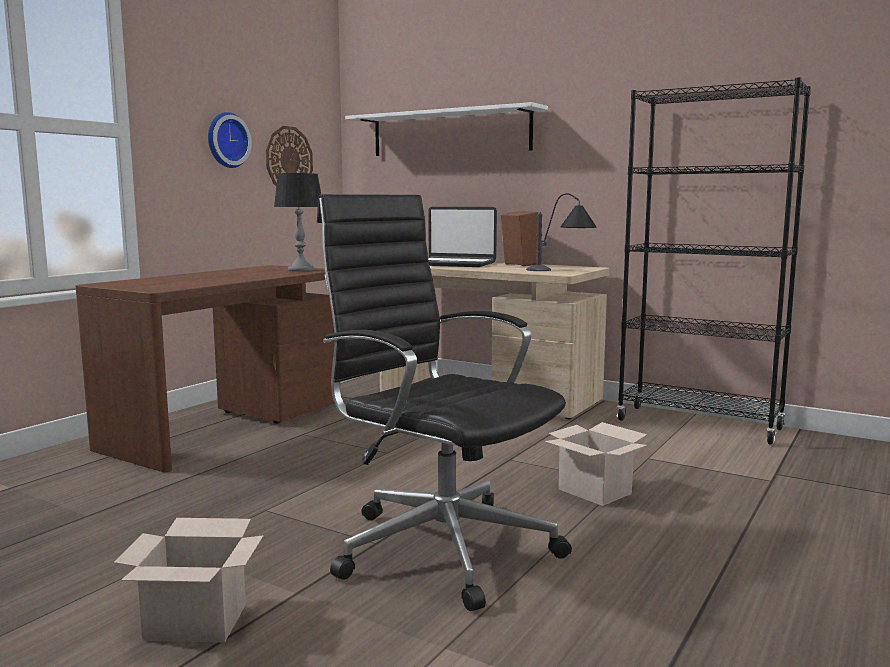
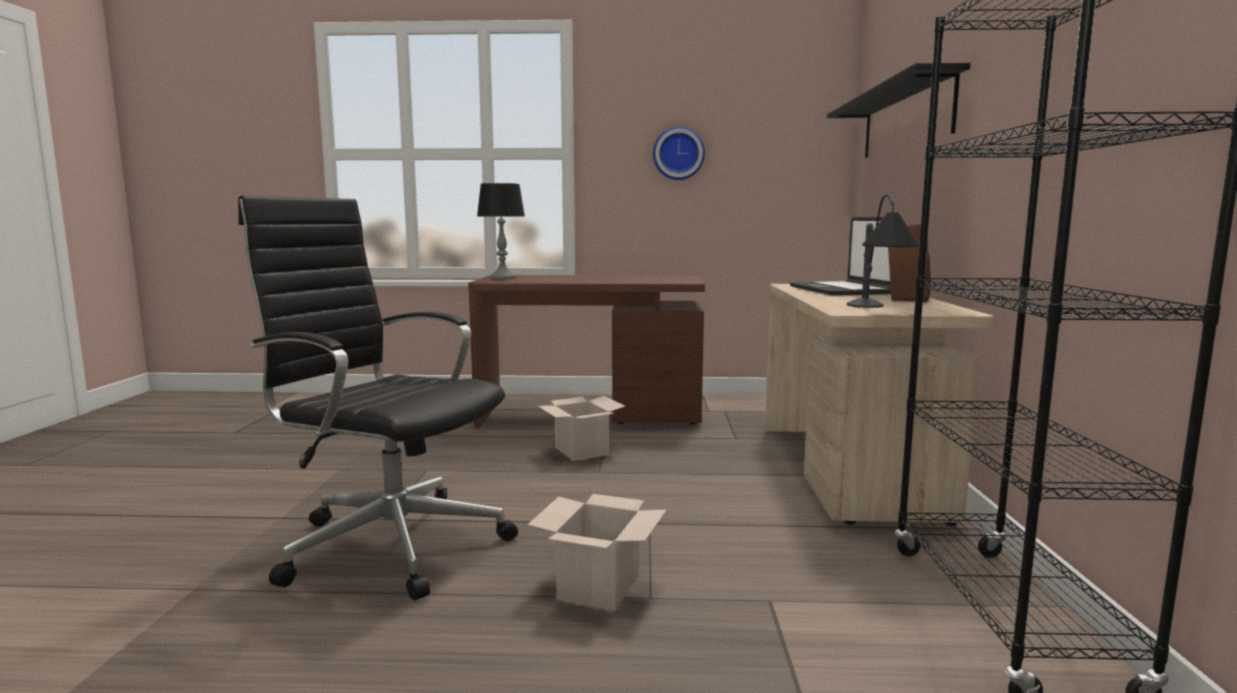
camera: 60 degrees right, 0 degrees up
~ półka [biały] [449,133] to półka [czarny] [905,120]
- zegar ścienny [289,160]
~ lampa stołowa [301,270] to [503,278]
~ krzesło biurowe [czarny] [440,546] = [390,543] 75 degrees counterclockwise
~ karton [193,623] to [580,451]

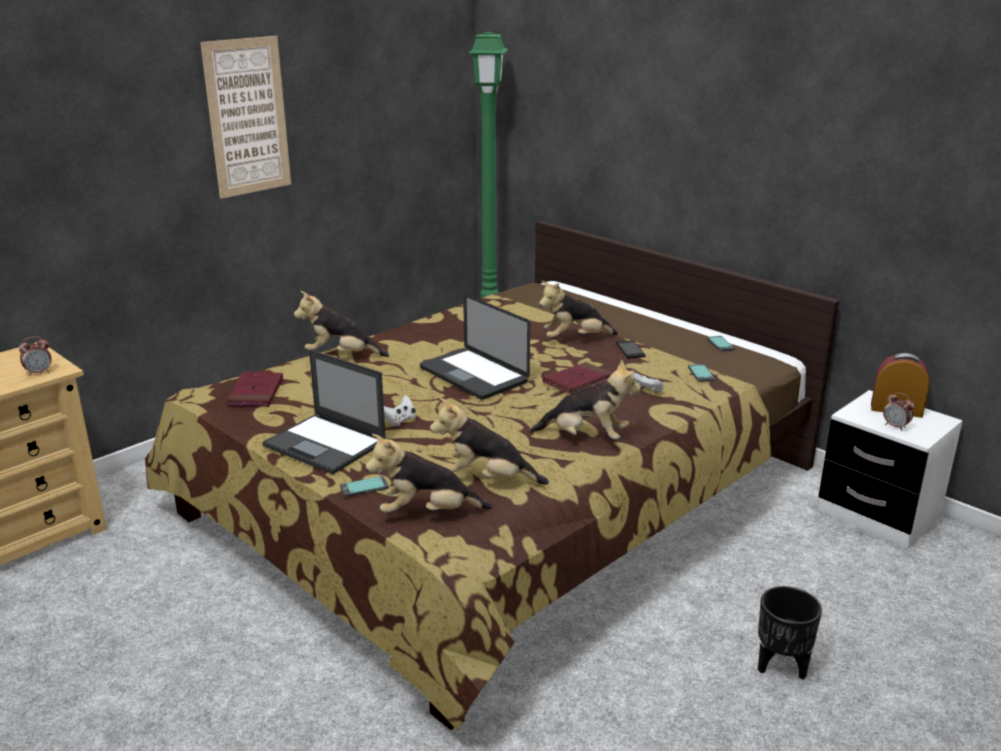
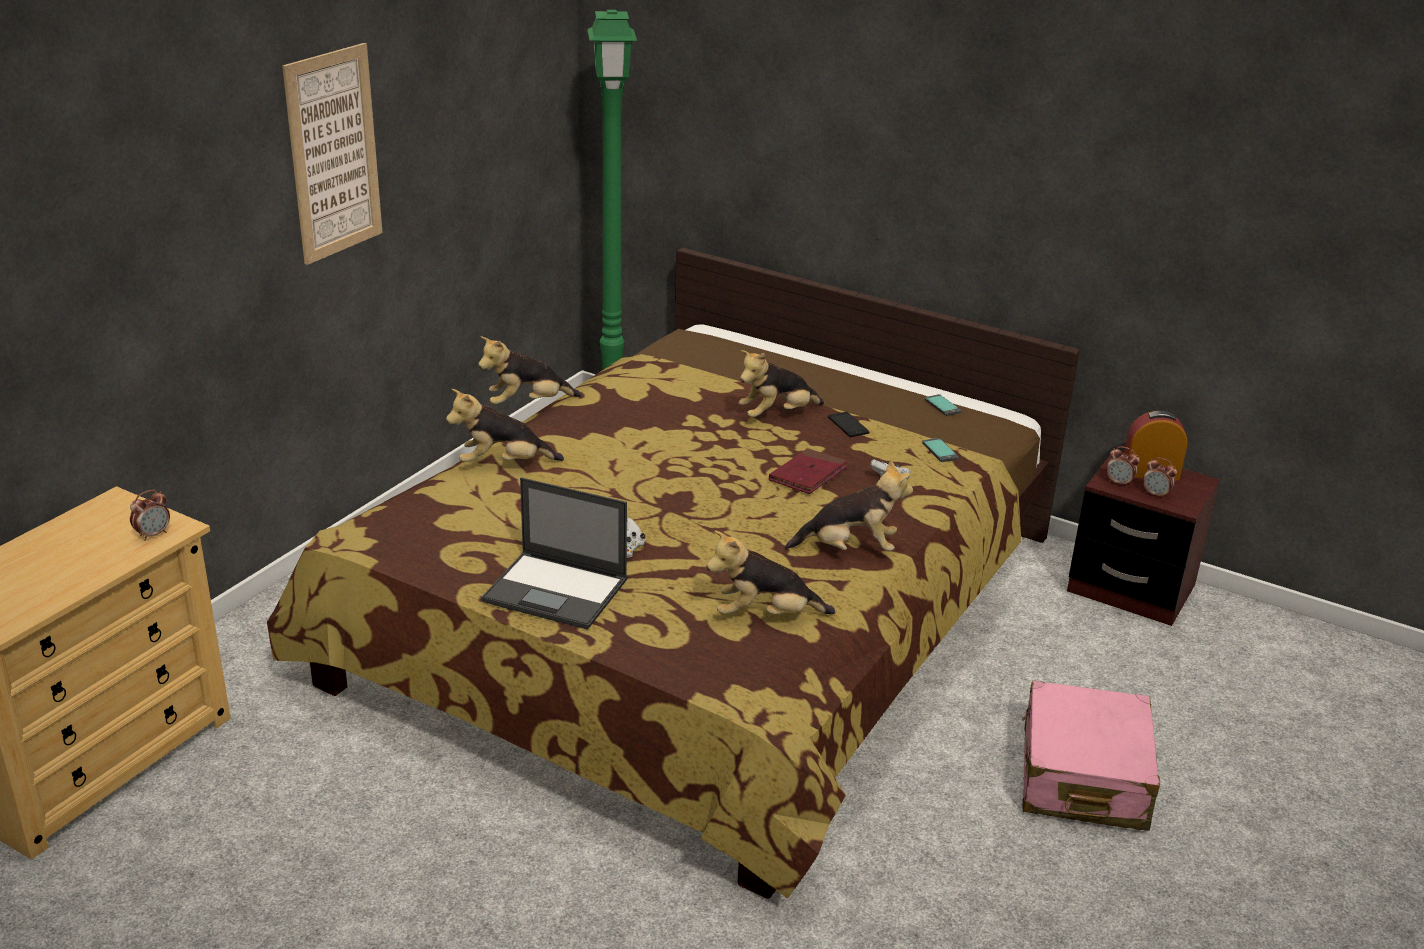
camera: 15 degrees left, 5 degrees up
- laptop [473,375]
- książka [czerwony] [256,392]
~ szafka nocna [biały] [878,514] to szafka nocna [brązowy] [1130,589]
~ pluszak [427,513] to [527,404]
- telefon [364,488]
~ donica [czarny] [782,666] to walizka [różowy] [1082,777]
+ budzik [1119,483]

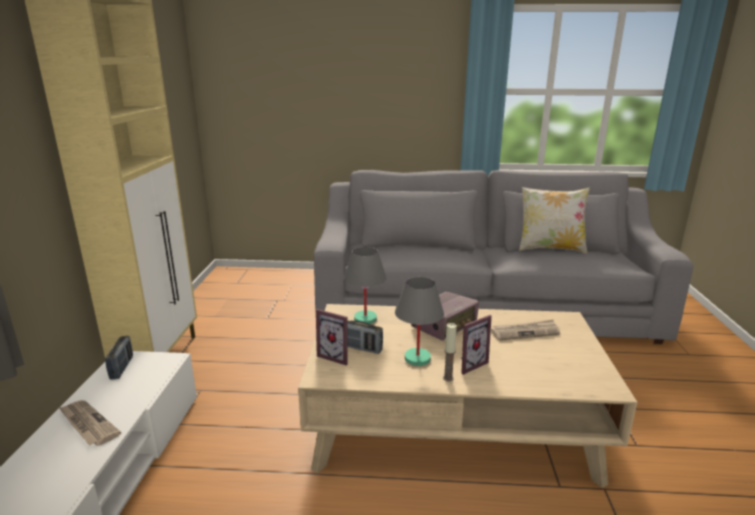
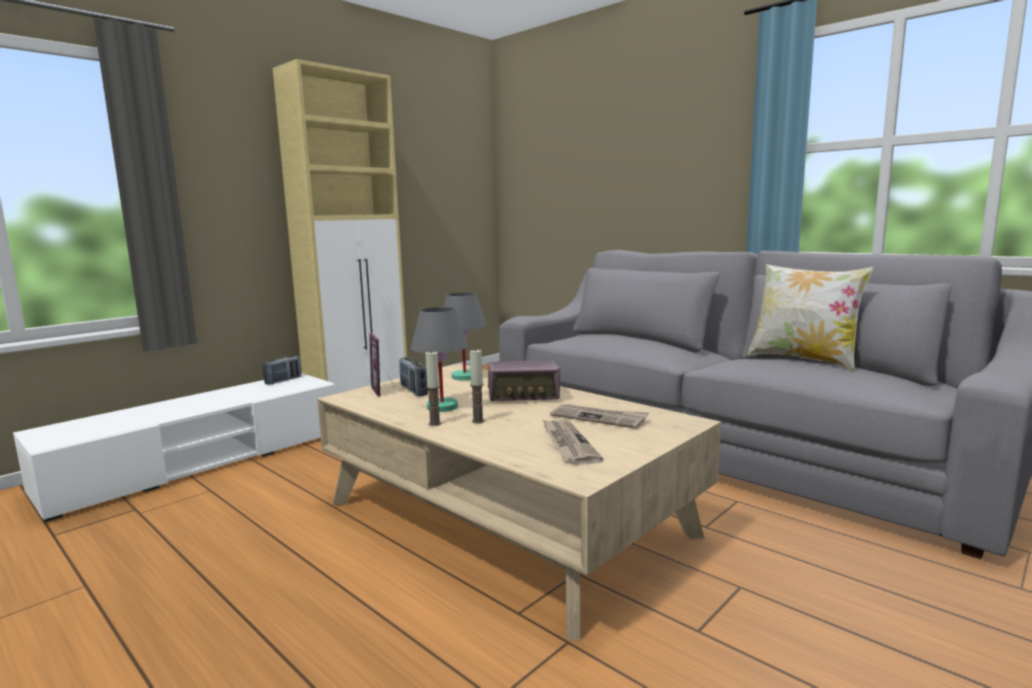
camera: 40 degrees right, 10 degrees down
~ ramka na zdjęcie [468,364] to świeca [478,421]
~ gazeta [88,424] to [568,444]

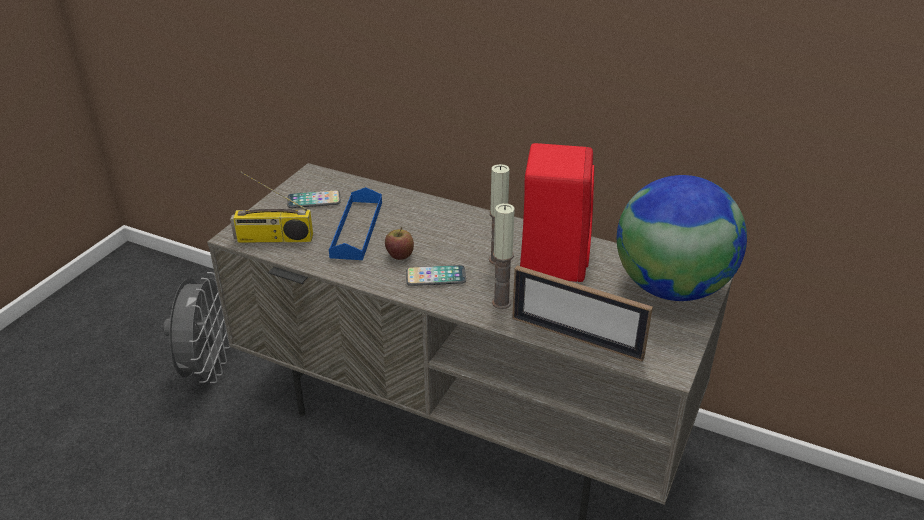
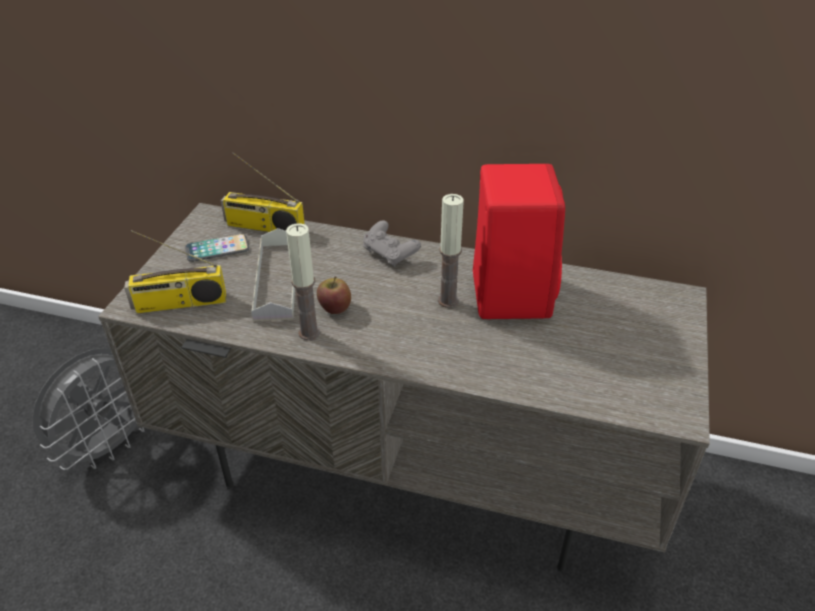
camera: 10 degrees left, 5 degrees up
- globus [671,288]
~ taca [niebieski] [357,229] to taca [szary] [276,280]
~ świeca [501,302] to [309,332]
- telefon [436,277]
- ramka na zdjęcie [576,337]
~ wentylator [szary] [207,368] = [110,445] 45 degrees clockwise
+ radio [263,227]
+ pad do gier [szary] [390,254]

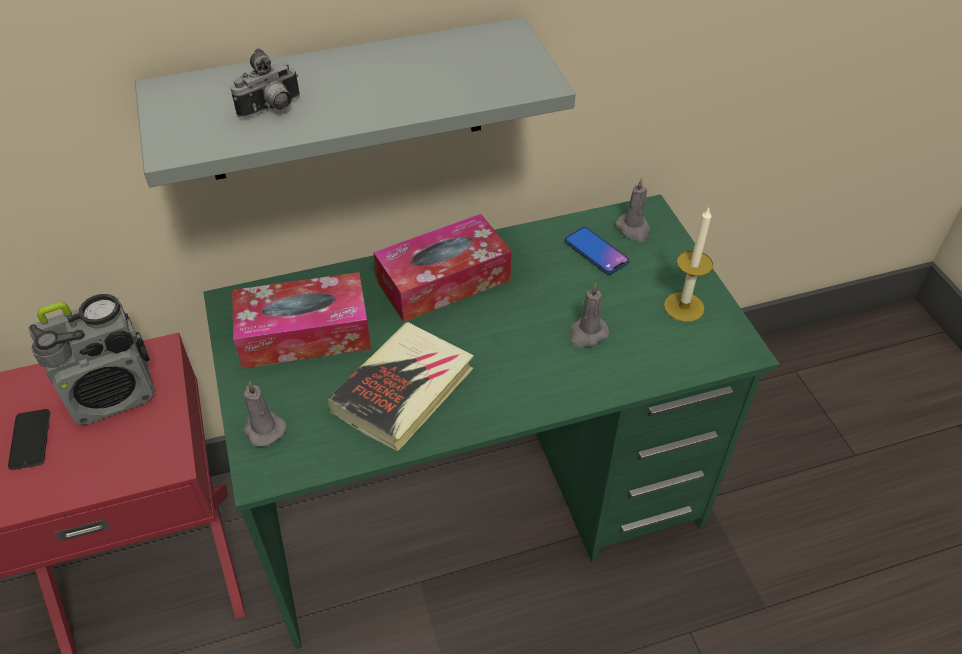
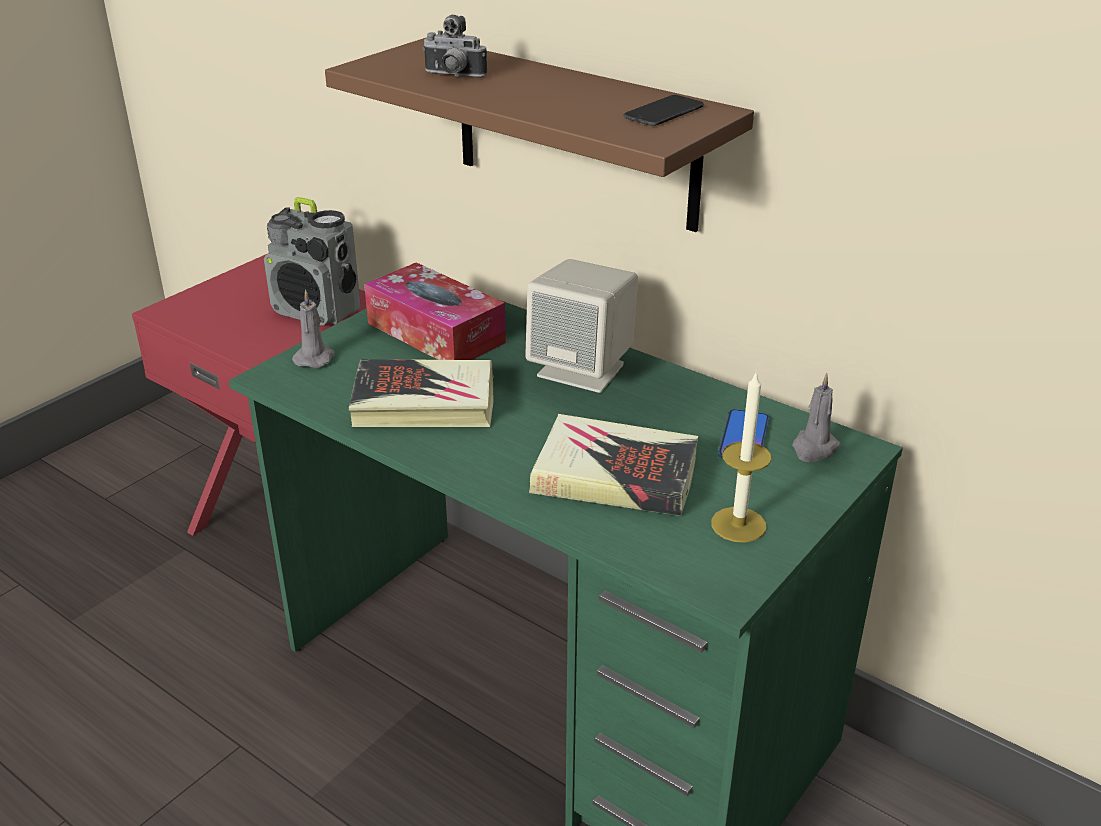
camera: 55 degrees right, 15 degrees down
~ półka [szary] [345,102] to półka [brązowy] [575,134]
~ pudełko chusteczek [443,281] to głośnik [beżowy] [582,370]
~ świeca [szary] [587,334] to książka [615,475]
~ telefon [30,439] to [664,112]

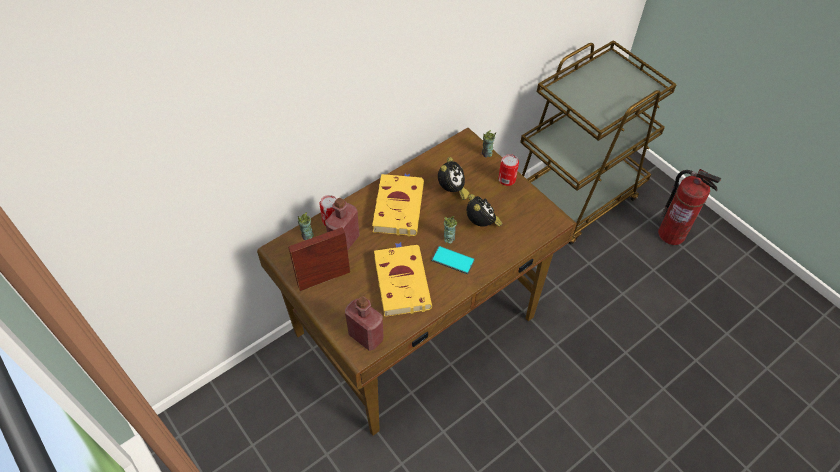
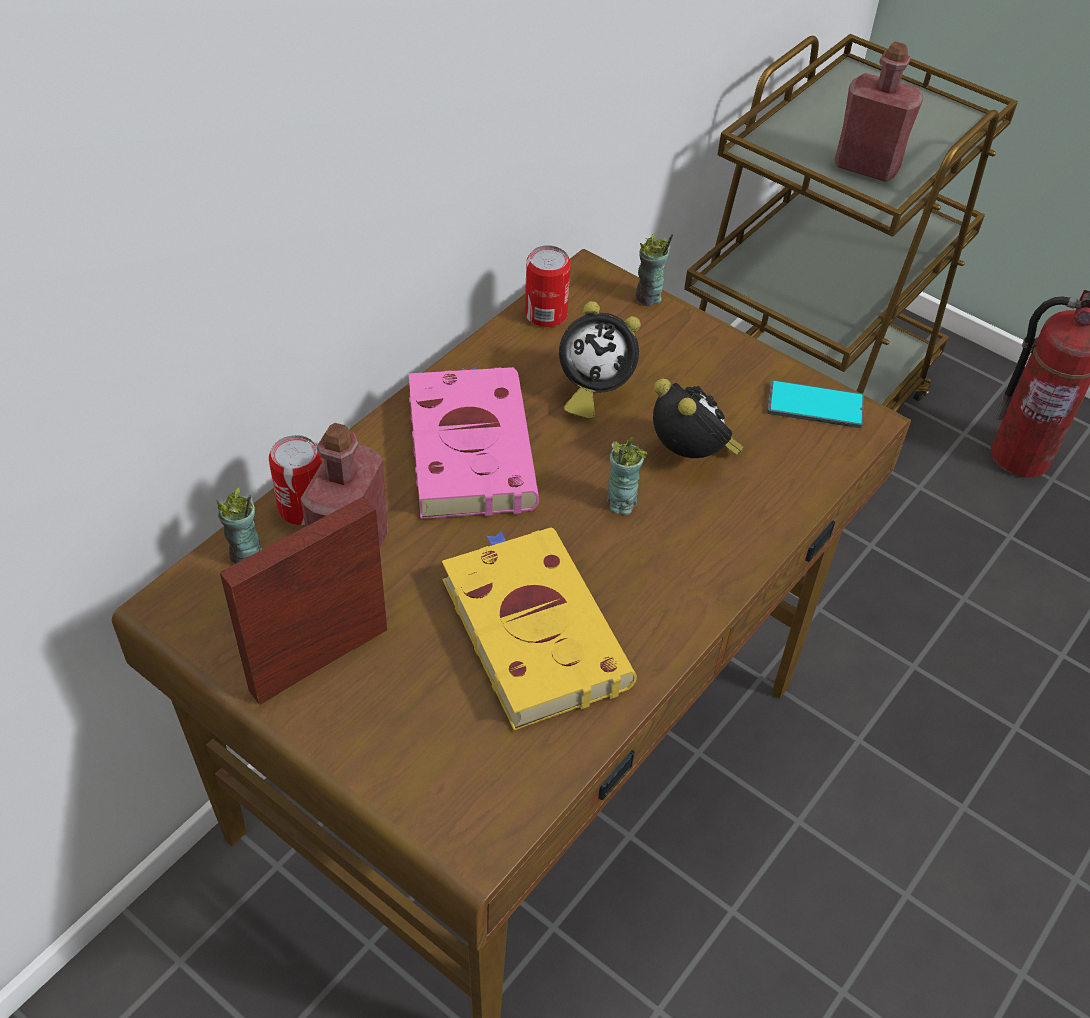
camera: 15 degrees left, 5 degrees down
~ puszka [506,179] to [546,314]
~ budzik [452,190] = [592,391] 90 degrees clockwise
~ książka [żółty] [398,206] to książka [różowy] [469,446]
~ telefon [452,260] to [815,405]
~ butelka [czerwony] [366,336] to [866,167]

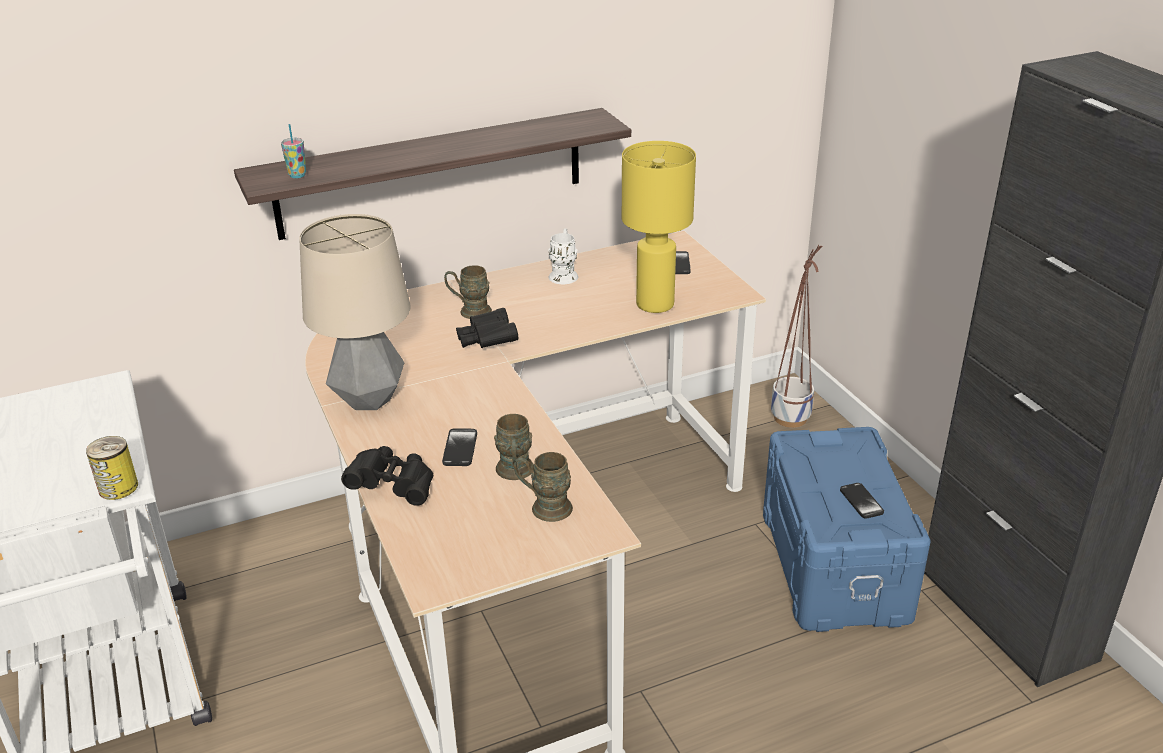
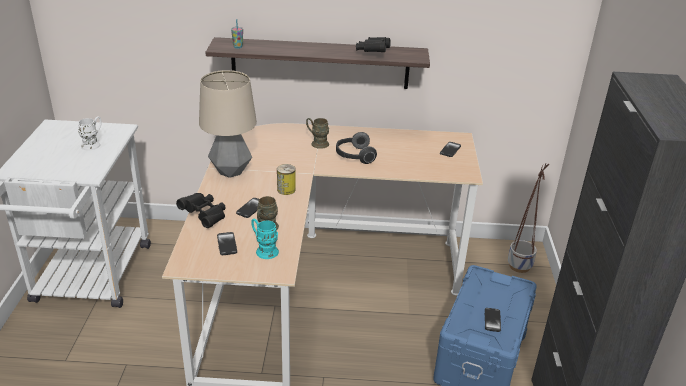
camera: 25 degrees right, 0 degrees up
- lampa stołowa [żółty] [654,305]
~ kubek [biały] [564,274] to [93,144]
~ lornetka [czarny] [487,342] to [373,53]
~ puszka [118,487] to [286,189]
~ kubek [brązowy] [544,507] to kubek [turkusowy] [264,250]
+ słuchawki [354,156]
+ telefon [227,244]

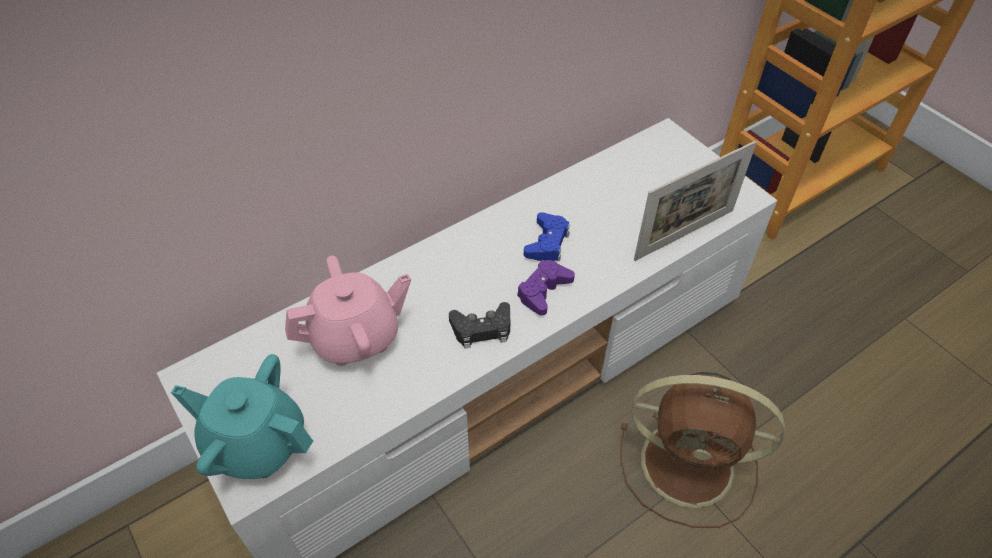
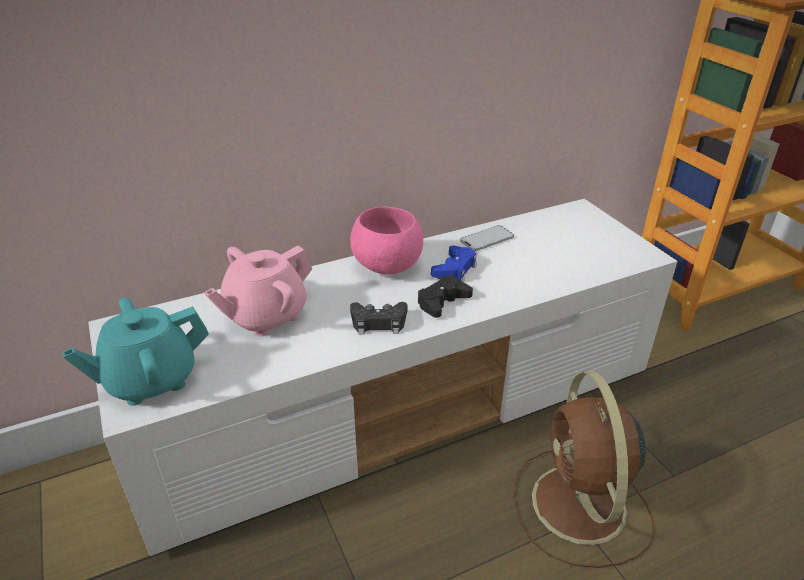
camera: 10 degrees right, 15 degrees down
- ramka na zdjęcie [684,234]
~ imbryk [różowy] [356,337] = [265,316] 150 degrees clockwise
~ pad do gier [fioletowy] [543,291] to pad do gier [czarny] [442,302]
~ imbryk [turkusowy] [256,443] = [150,380] 60 degrees counterclockwise
~ wentylator [brązowy] [691,464] = [580,507] 60 degrees clockwise
+ miska [różowy] [386,267]
+ telefon [487,239]

